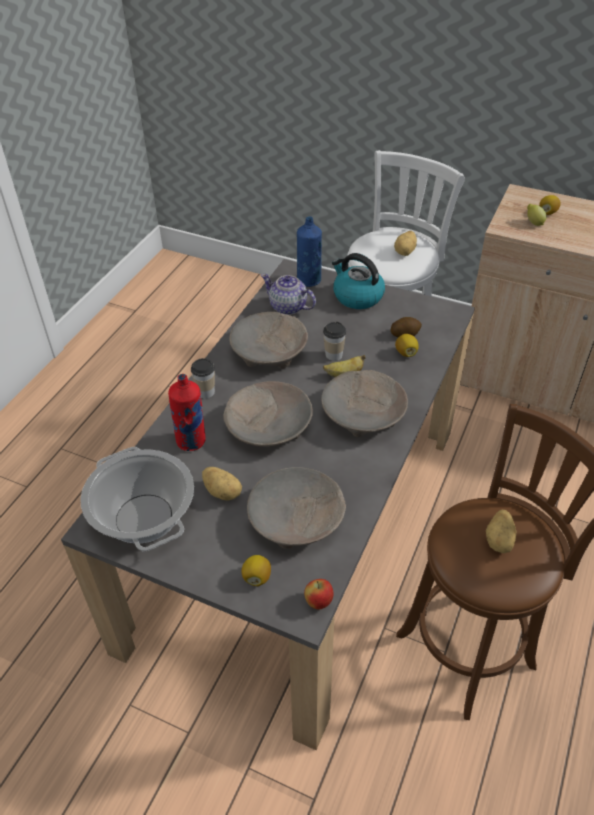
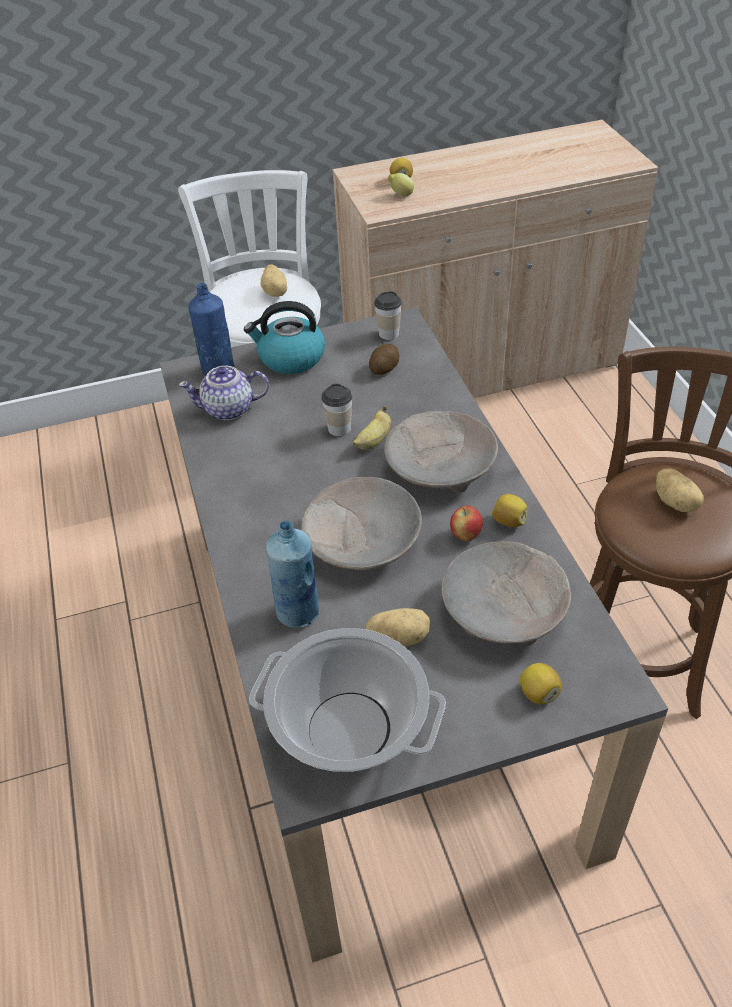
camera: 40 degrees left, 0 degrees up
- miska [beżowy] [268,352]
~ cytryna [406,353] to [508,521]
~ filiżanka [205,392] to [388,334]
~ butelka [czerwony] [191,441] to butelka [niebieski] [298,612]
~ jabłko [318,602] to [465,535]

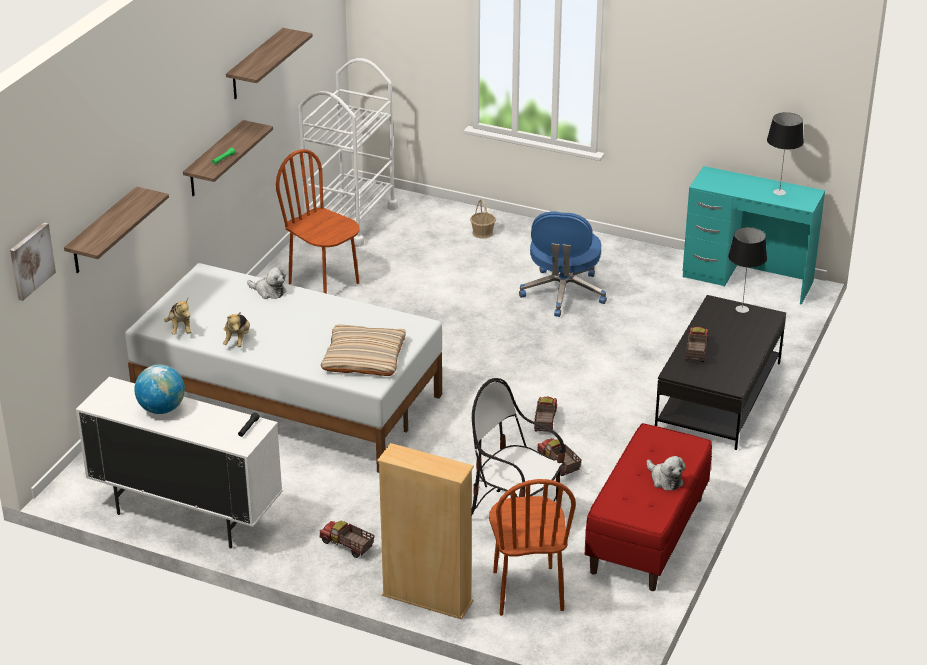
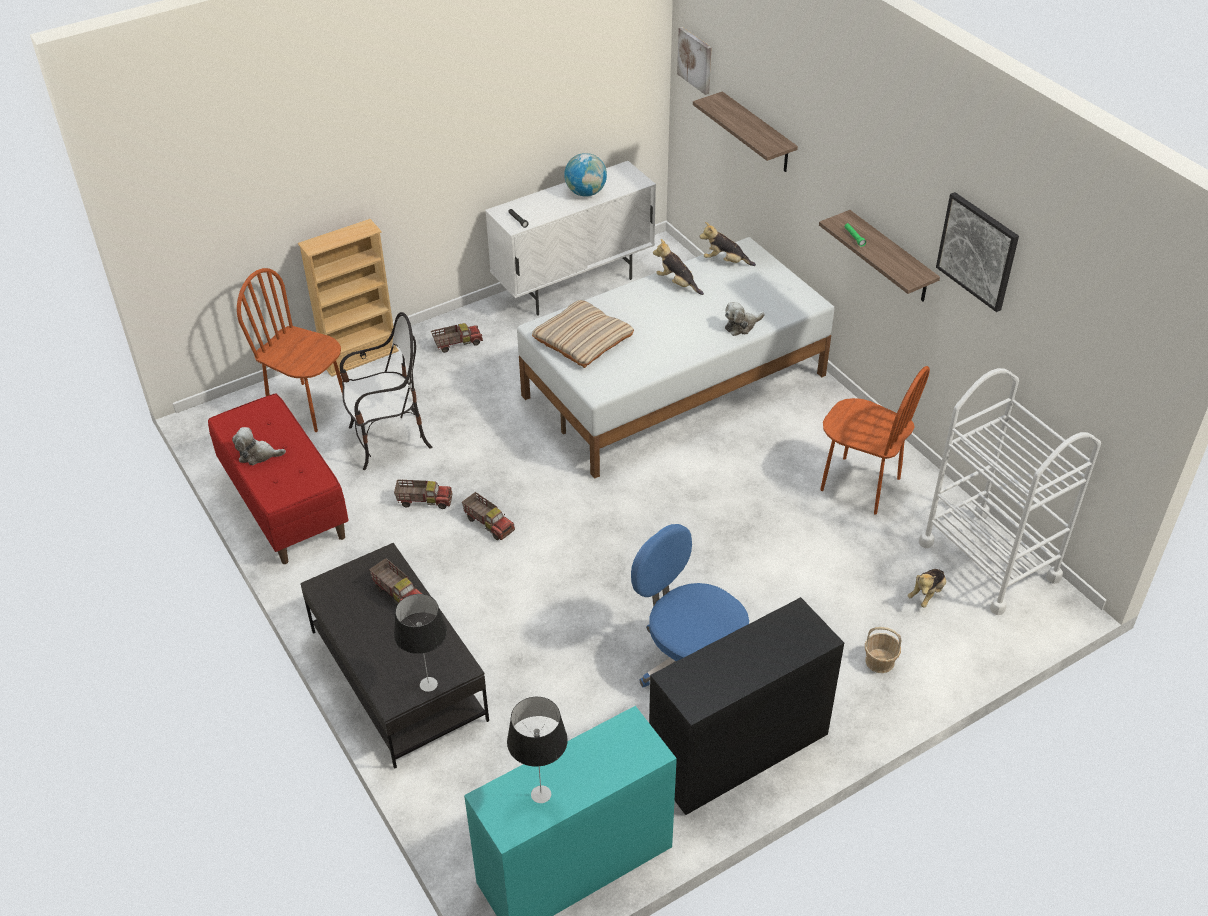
camera: 125 degrees right, 10 degrees up
~ półka [255,65] to obraz [978,251]
~ krzesło [brązowy] [324,283] = [860,484] 45 degrees clockwise
+ pluszak [927,594]
+ biurko [czarny] [738,750]

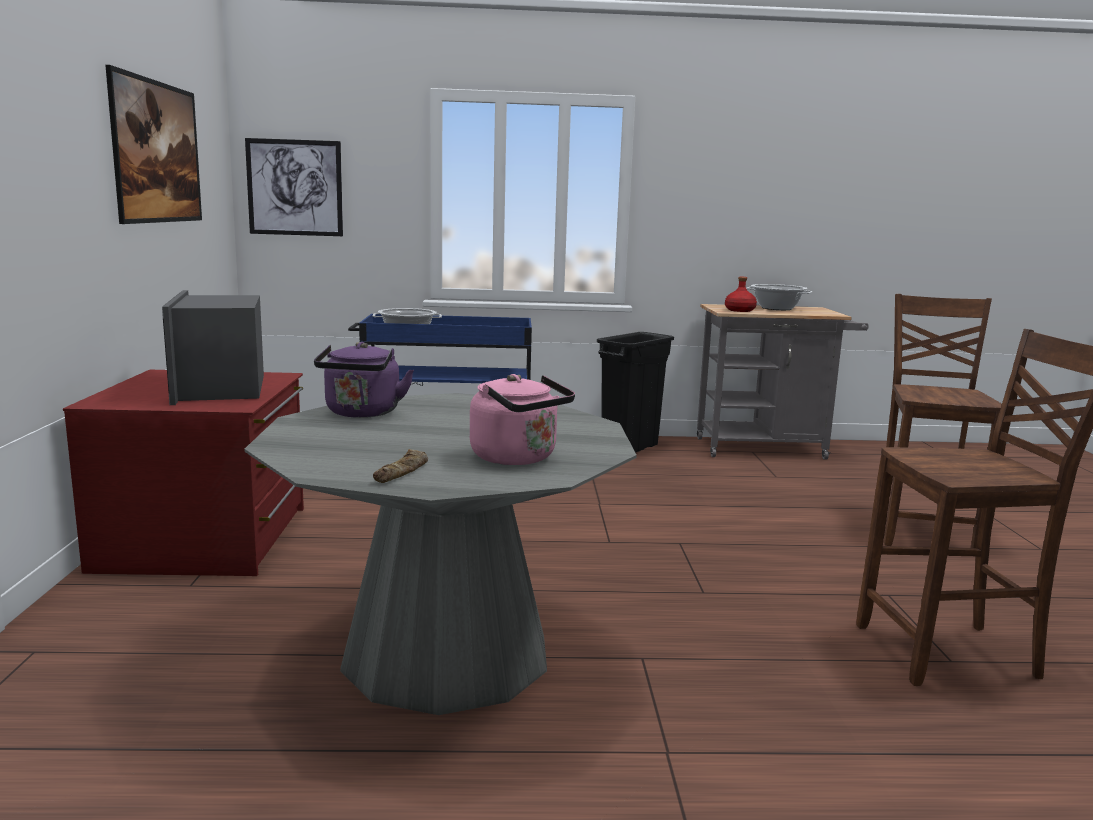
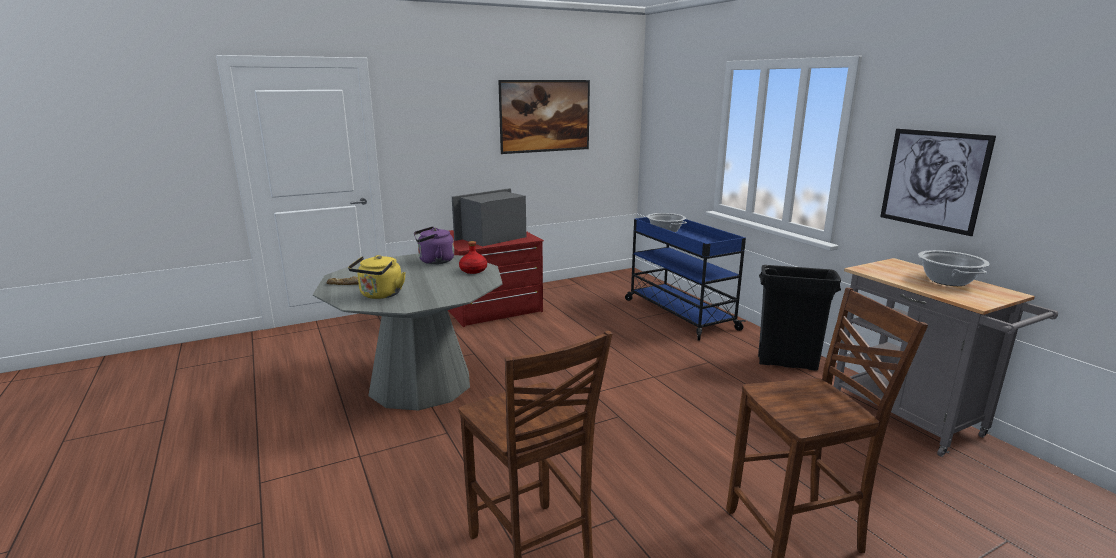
camera: 65 degrees right, 5 degrees up
~ obraz [295,187] to [933,180]
~ butelka [czerwony] [739,310] to [473,270]
~ czajnik [różowy] [518,458] to czajnik [żółty] [380,295]

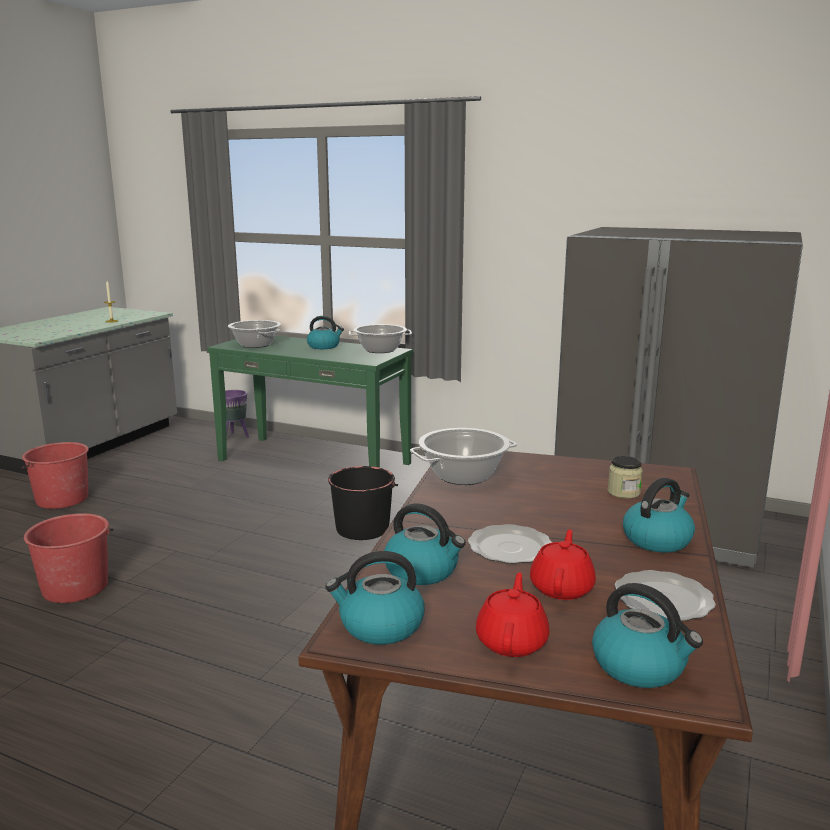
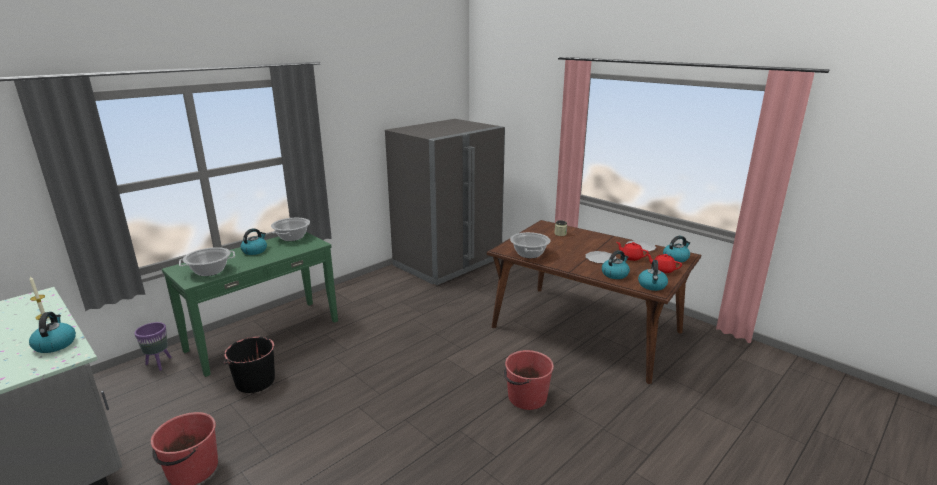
camera: 70 degrees left, 5 degrees up
~ wiadro [czarny] [362,528] to [255,381]
~ czajnik [657,539] to [55,344]
~ wiadro [czerwony] [75,587] to [526,397]

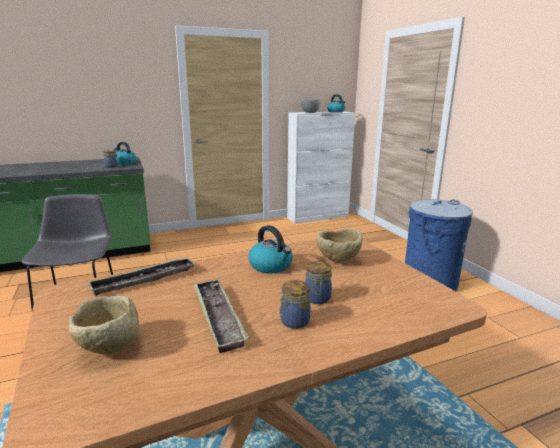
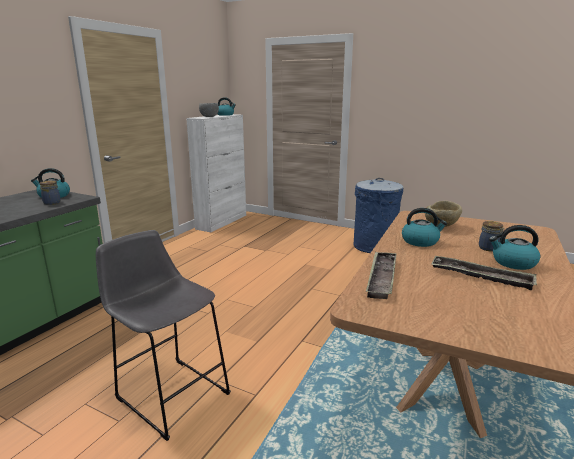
camera: 40 degrees left, 0 degrees up
~ słoik [293,322] to czajnik [513,263]
- miska [beżowy] [109,347]

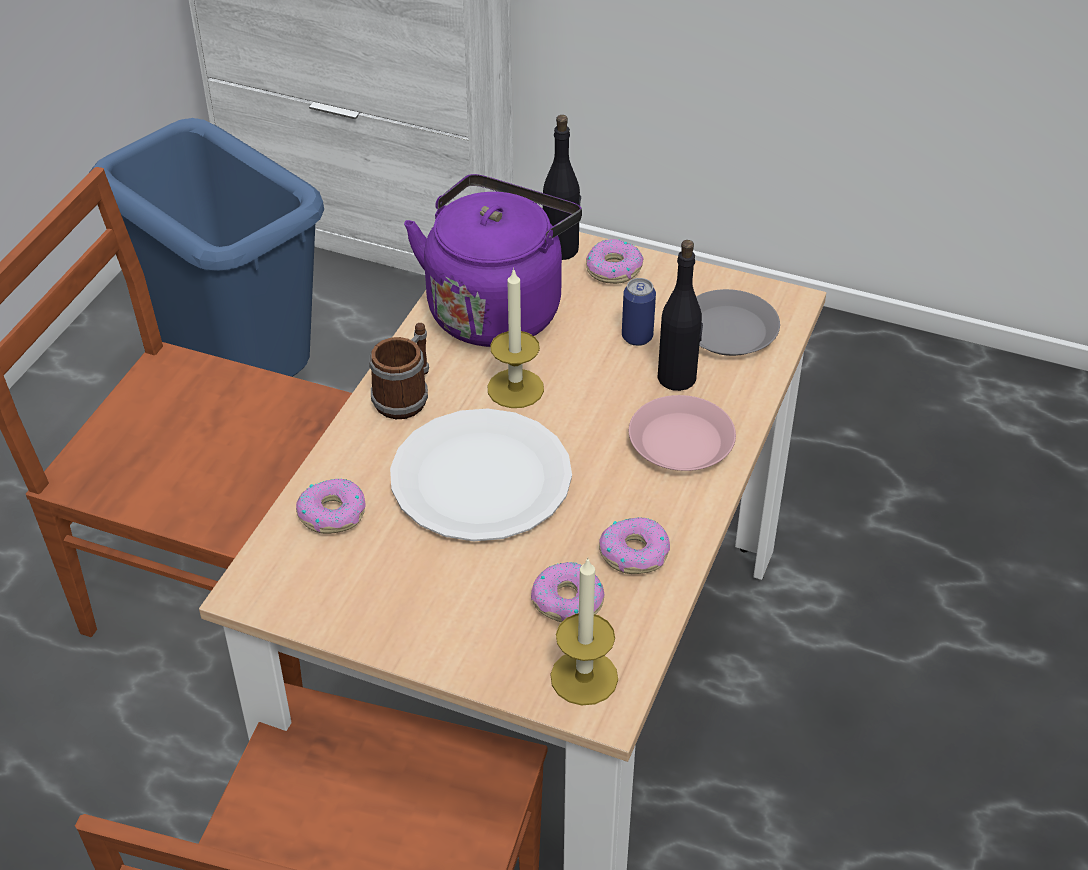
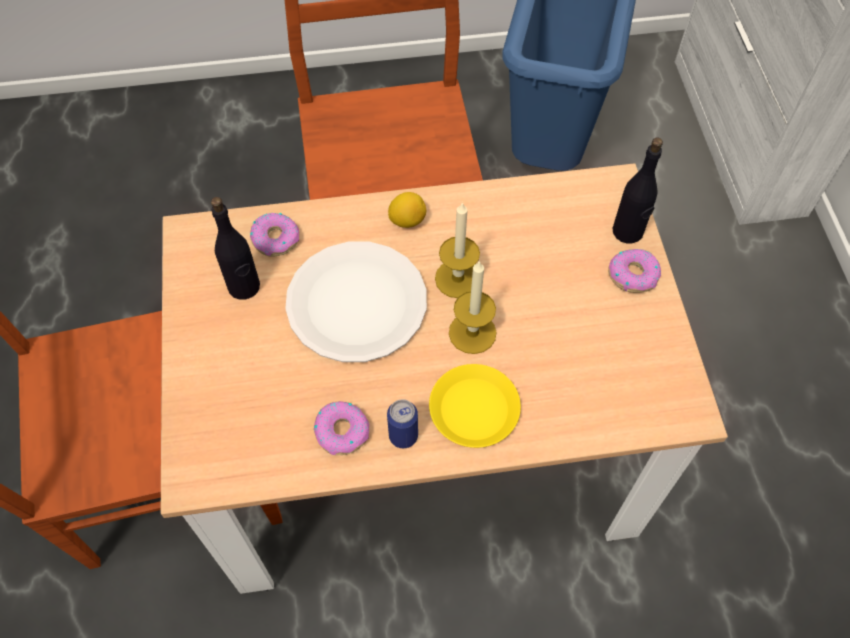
camera: 60 degrees right, 15 degrees up
- czajnik [fioletowy] [497,308]
~ butelka [czarny] [677,378] to [244,287]
~ puszka [637,337] to [403,436]
- talerz [szary] [728,331]
~ kubek [406,395] to cytryna [407,220]
~ talerz [różowy] [682,442] to talerz [żółty] [474,410]
~ świeca [584,677] to [472,333]
- donut [567,601]

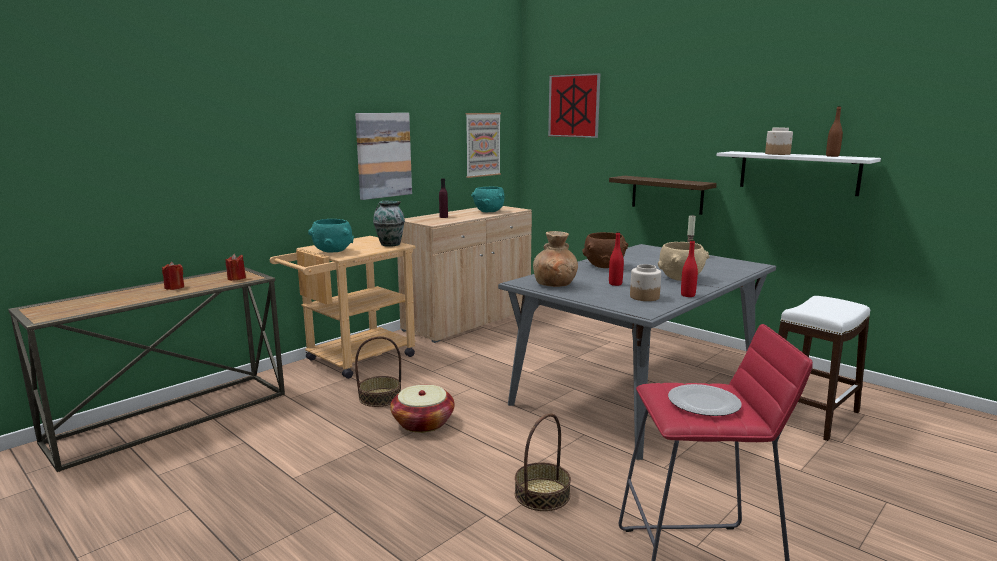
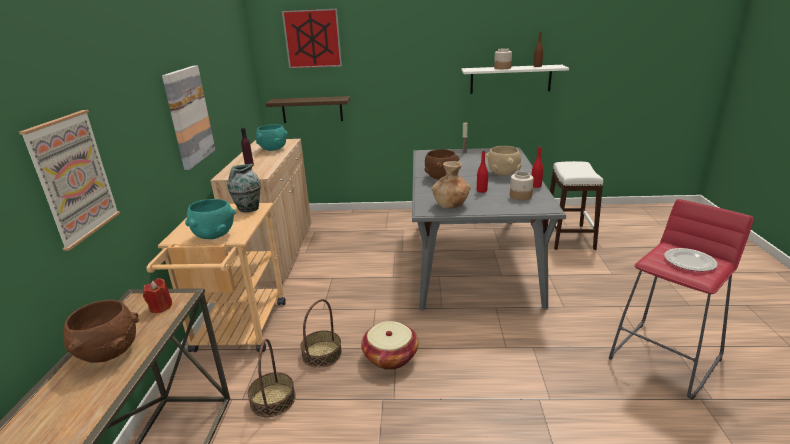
camera: 40 degrees left, 10 degrees up
~ obraz [482,144] to [73,178]
~ półka [667,194] to [312,109]
~ świeca [czerwony] [174,287] to miska [brązowy] [109,352]
~ koszyk [542,494] to [272,399]

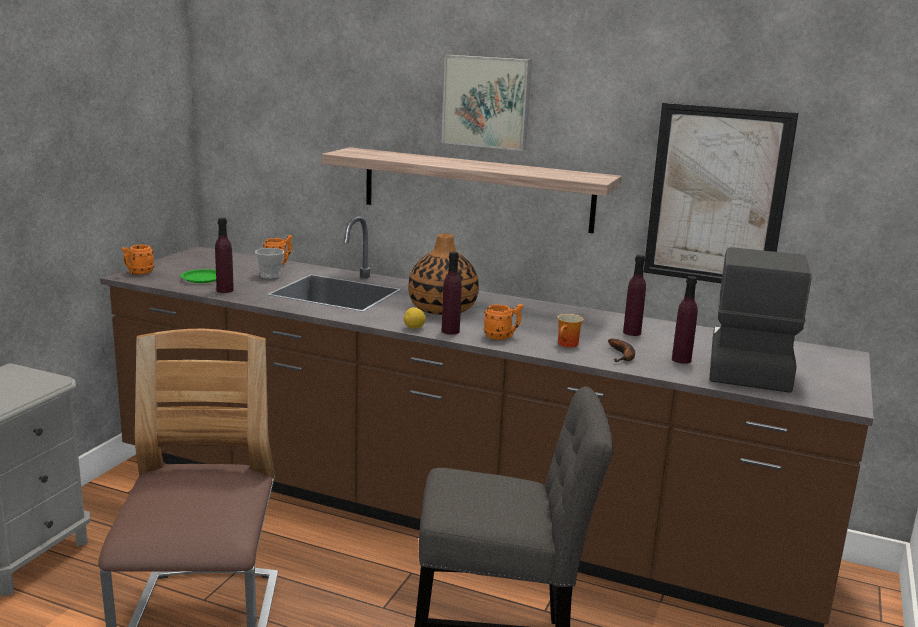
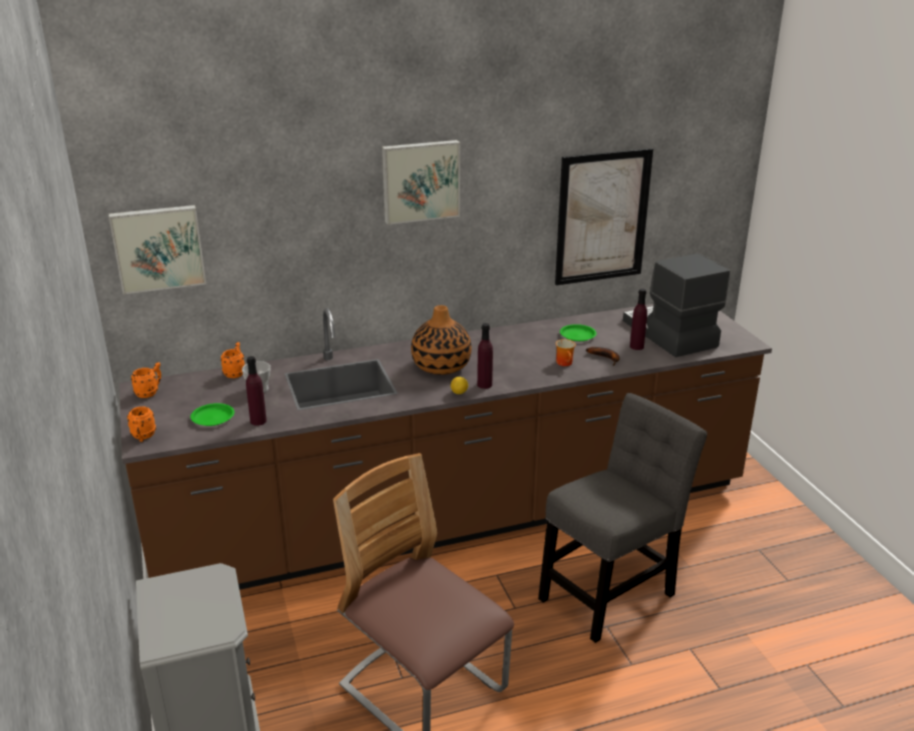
camera: 40 degrees left, 10 degrees up
- półka [476,189]
~ butelka [fioletowy] [632,332] to talerz [zielony] [578,335]
~ kubek [pomarańczowy] [502,337] to [150,392]
+ obraz [158,248]

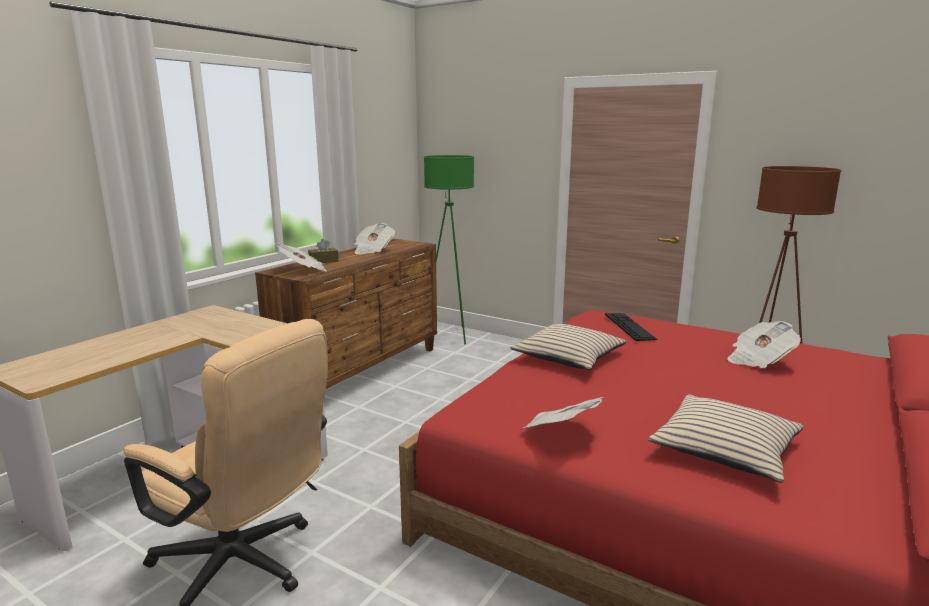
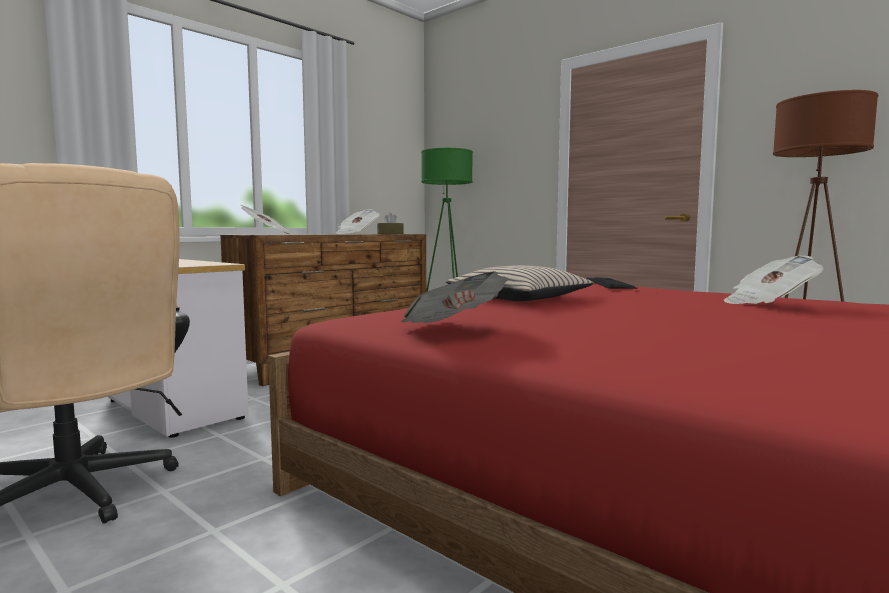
camera: 10 degrees right, 10 degrees down
~ pudełko chusteczek [brązowy] [323,261] to [390,234]
- poduszka [beżowy] [725,449]

